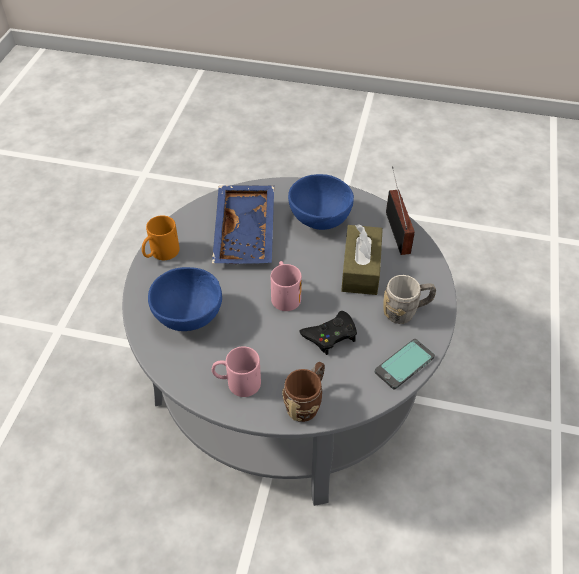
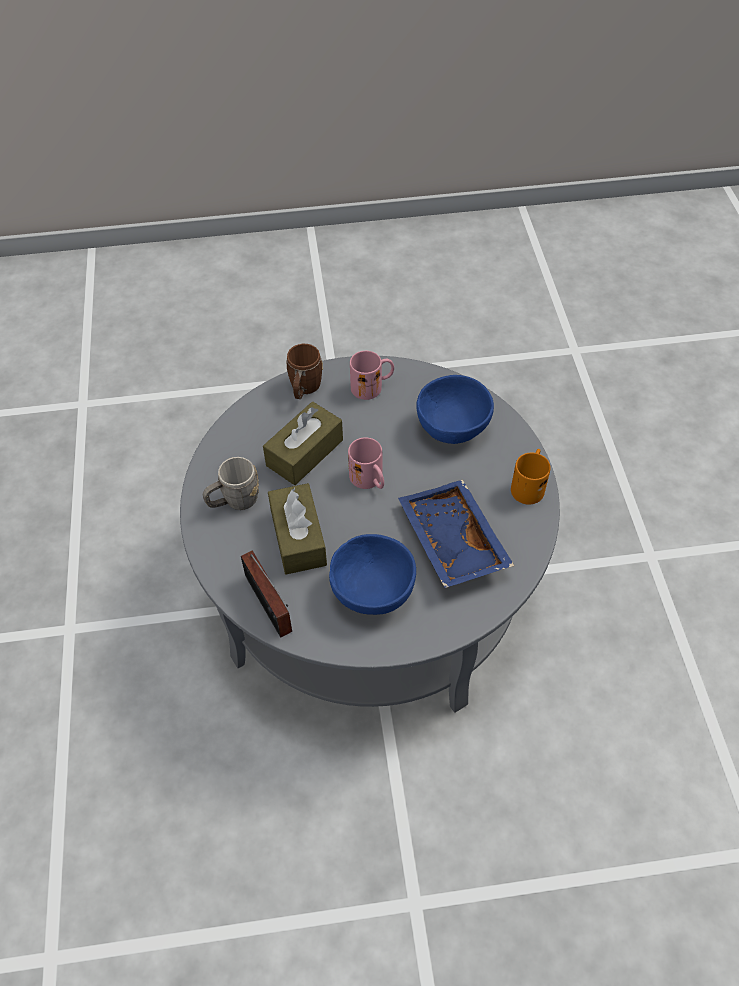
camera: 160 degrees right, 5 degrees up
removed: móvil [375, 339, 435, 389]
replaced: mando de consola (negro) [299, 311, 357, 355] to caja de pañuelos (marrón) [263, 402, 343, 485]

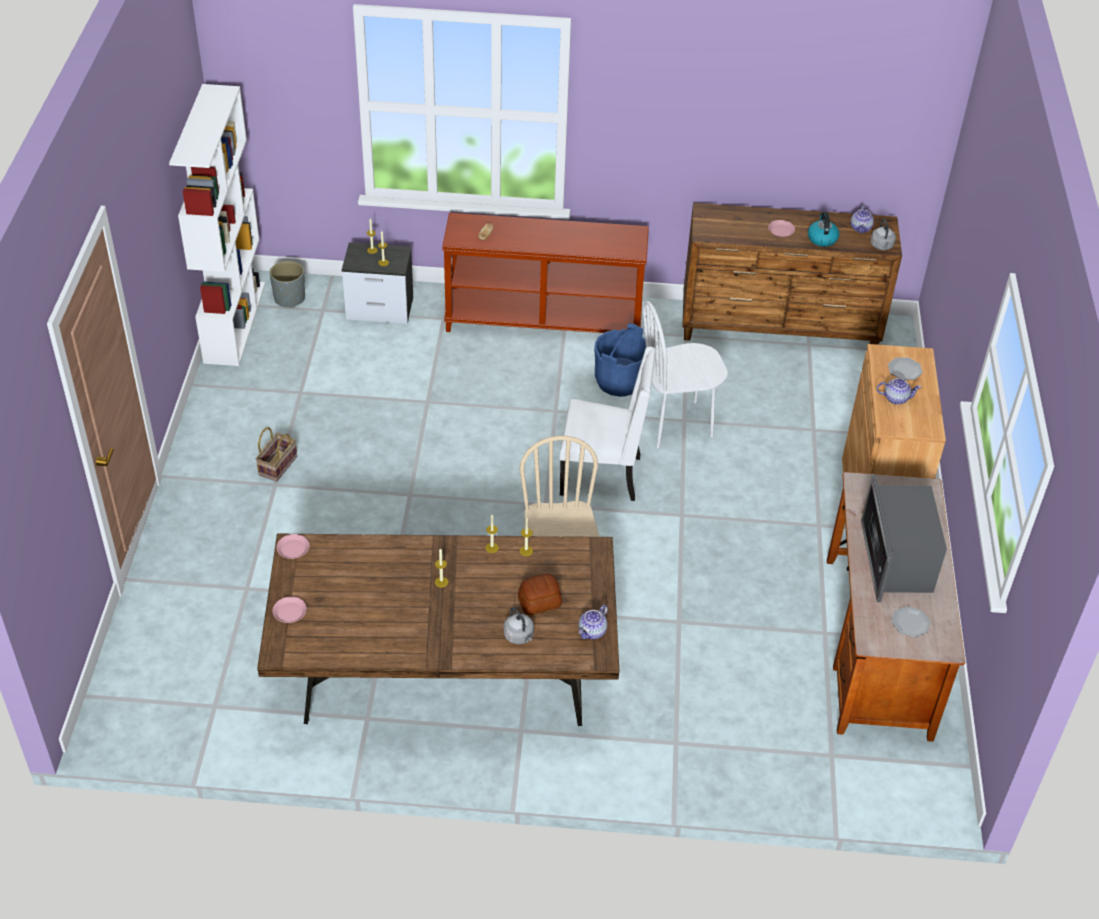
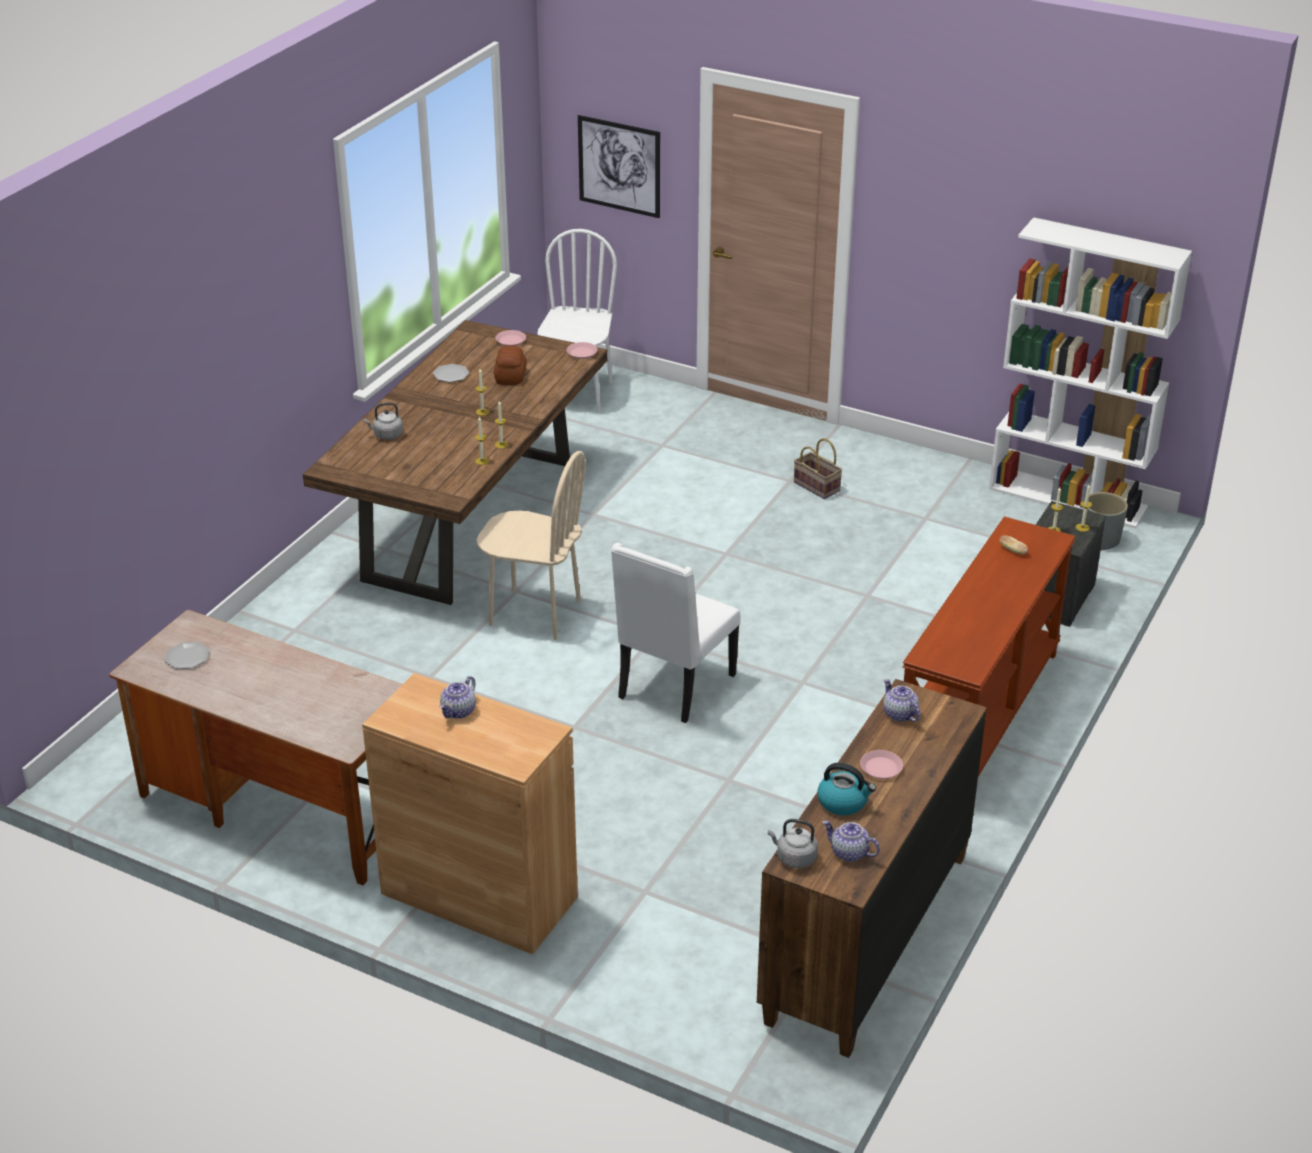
camera: 115 degrees right, 10 degrees down
removed: cubo (azul) [594, 323, 646, 397]; microondas [861, 474, 947, 602]
added: cuadro [578, 115, 660, 218]
moved: pan [518, 574, 562, 615] to [494, 345, 527, 385]; tetera [578, 605, 608, 639] to [883, 679, 921, 722]; silla (blanco) [642, 301, 728, 448] to [537, 229, 617, 412]; plato [888, 358, 923, 380] to [433, 364, 469, 382]

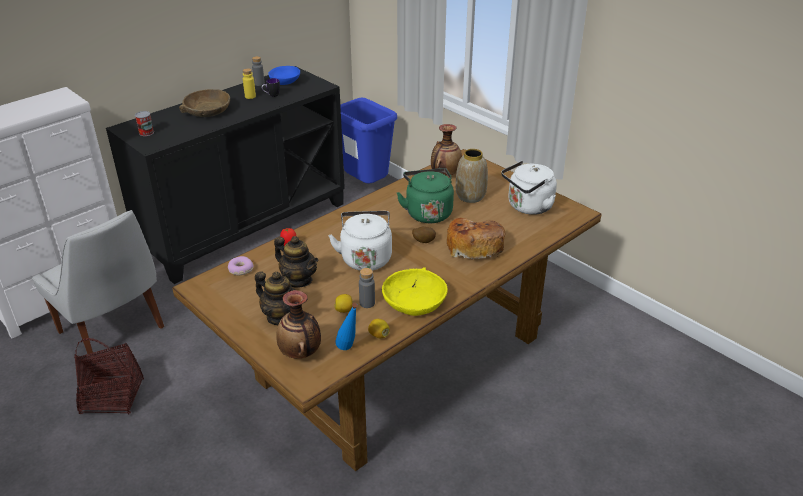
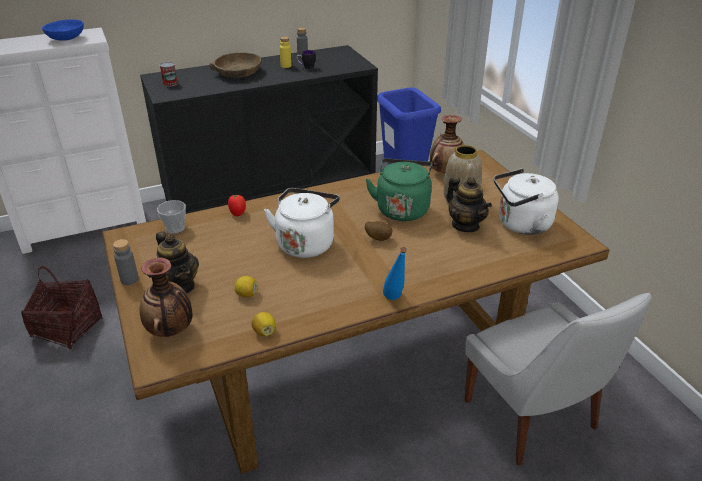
camera: 20 degrees right, 0 degrees up
removed: cuenco (amarillo) [382, 267, 448, 316]; pan [447, 217, 506, 260]
moved: silla (blanco) [32, 210, 164, 364] to [464, 293, 652, 465]; cuenco (azul) [268, 66, 300, 85] to [42, 19, 84, 41]; tetera [274, 236, 318, 288] to [447, 176, 492, 232]; botella (azul) [335, 303, 358, 350] to [383, 247, 407, 300]; botella (gris) [359, 268, 375, 308] to [113, 239, 139, 285]
replaced: rosquilla [228, 256, 254, 275] to taza [157, 200, 186, 234]

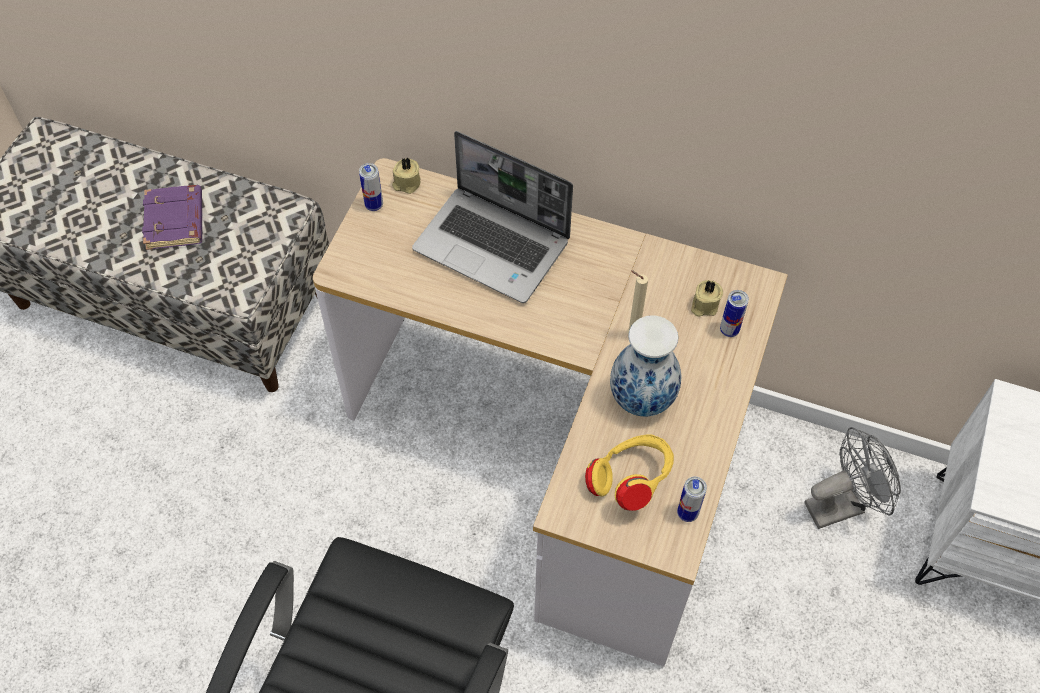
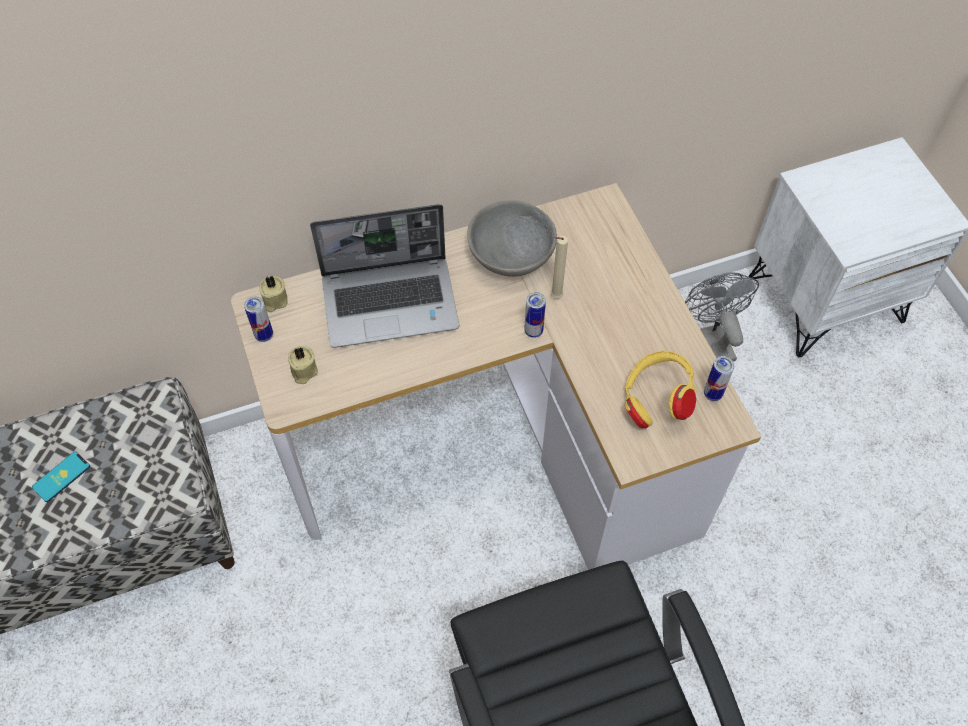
camera: 40 degrees left, 0 degrees up
removed: florero [610, 315, 682, 416]
added: cuenco (gris) [467, 200, 557, 277]
moved: vela (beis) [691, 280, 723, 317] to [288, 346, 318, 384]; lata [720, 290, 749, 337] to [524, 292, 546, 338]
replaced: libro (morado) [142, 185, 202, 250] to móvil [32, 452, 90, 502]
turned: ventilador (gris) [804, 427, 901, 529] = [685, 272, 759, 362] 45 degrees counterclockwise

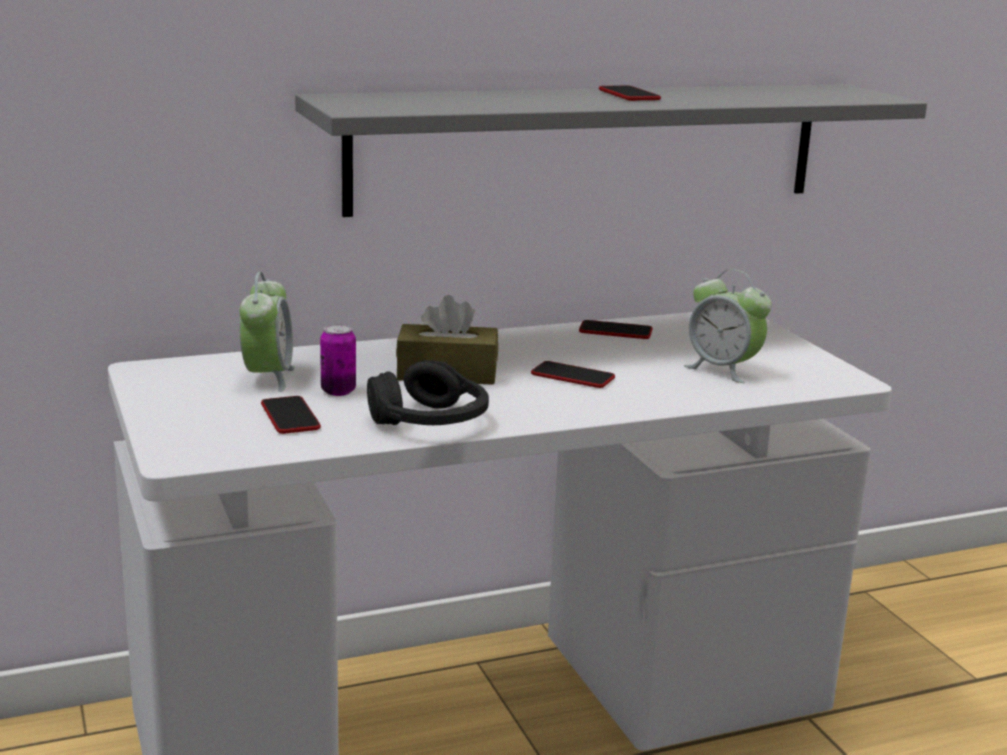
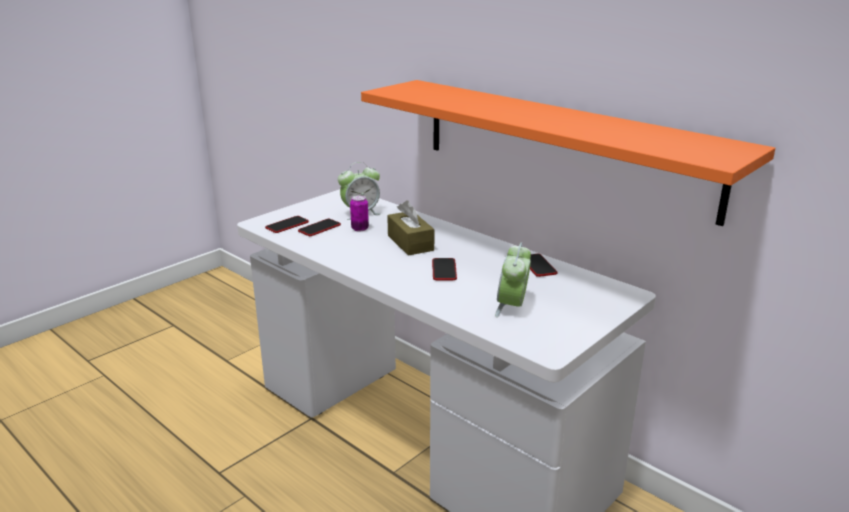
camera: 65 degrees right, 5 degrees up
removed: auriculares (negro) [367, 360, 489, 425]
moved: móvil [599, 86, 661, 101] to [265, 216, 309, 233]
recoloured: estante (gris) [295, 84, 927, 217] to estante (naranja) [361, 80, 775, 226]

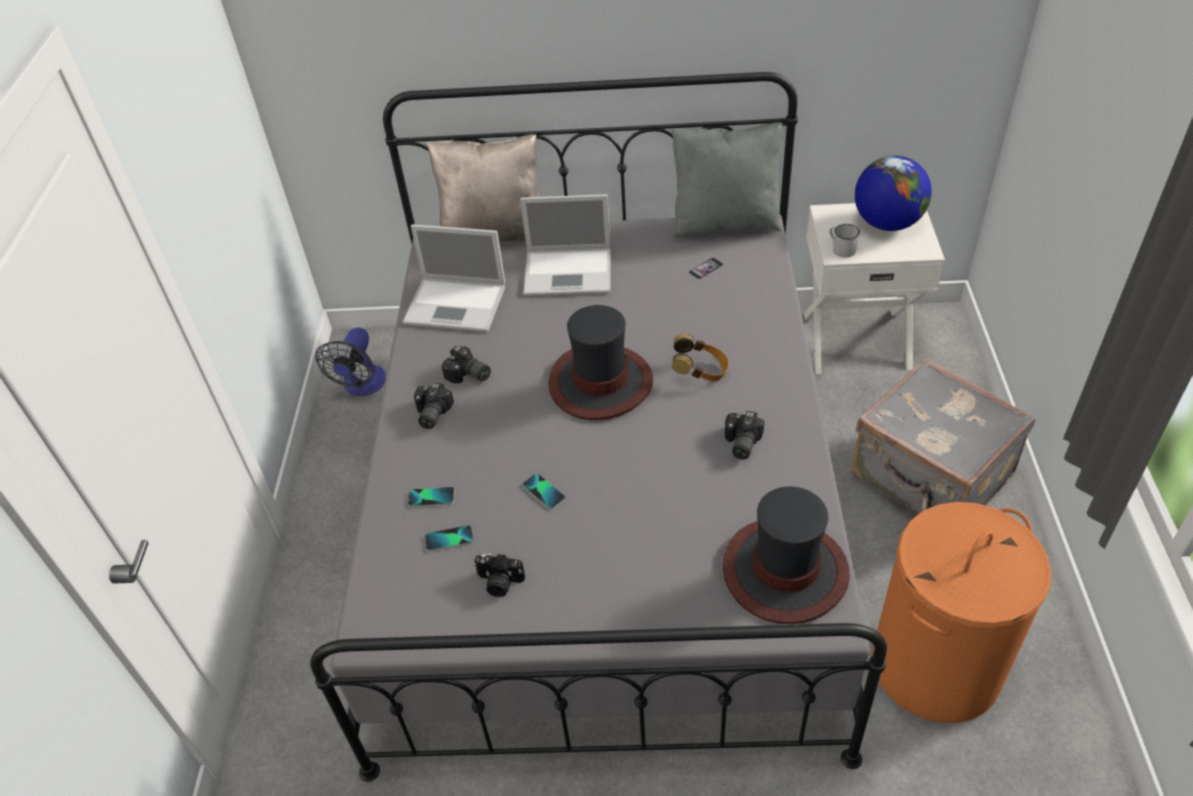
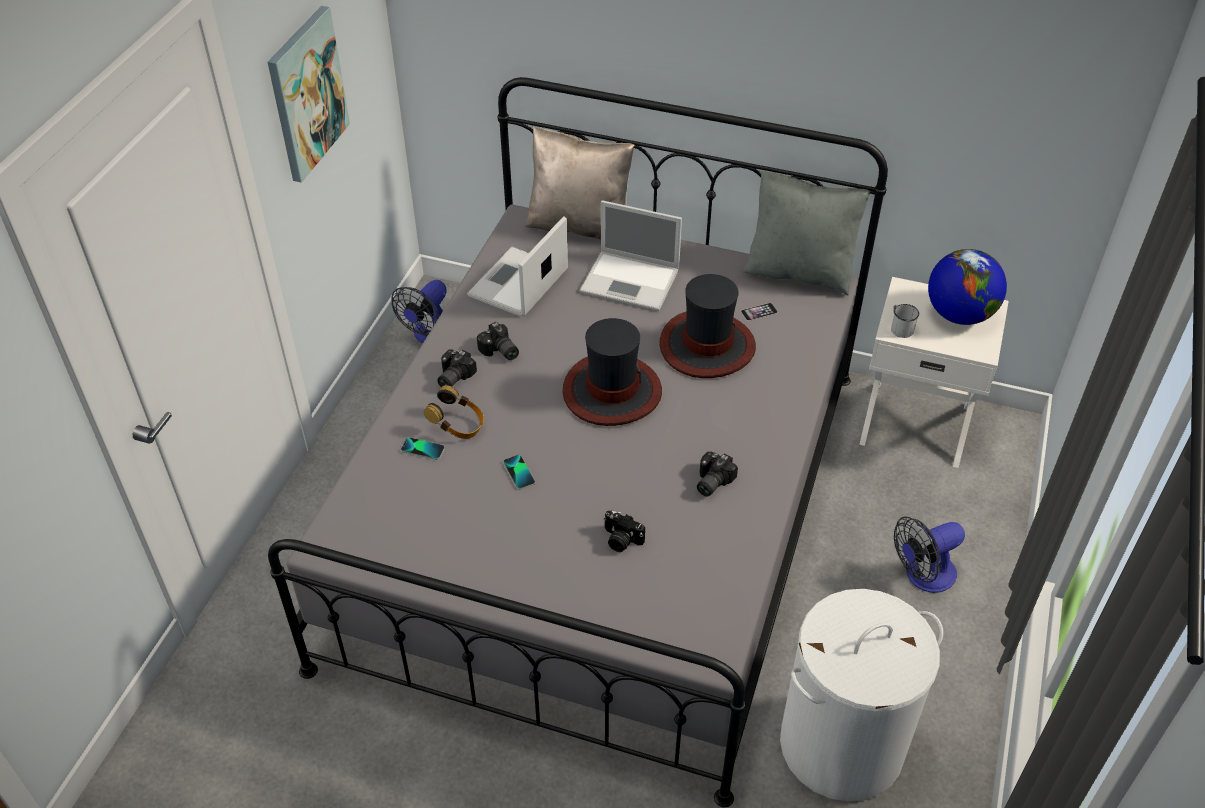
camera: 15 degrees right, 0 degrees up
removed: móvil [425, 525, 473, 552]
added: cuadro [268, 6, 350, 183]
moved: cámara [474, 553, 525, 597] to [603, 511, 645, 552]; auriculares [672, 334, 729, 381] to [424, 385, 484, 439]; sombrero [723, 486, 850, 624] to [659, 274, 756, 378]
replaced: maleta (gris) [851, 358, 1035, 514] to ventilador [894, 516, 965, 593]
recoloured: cesto de la ropa (naranja) [872, 502, 1052, 723] to cesto de la ropa (blanco) [780, 589, 943, 801]
turned: portátil [402, 224, 505, 332] = [467, 216, 568, 317] 90 degrees clockwise

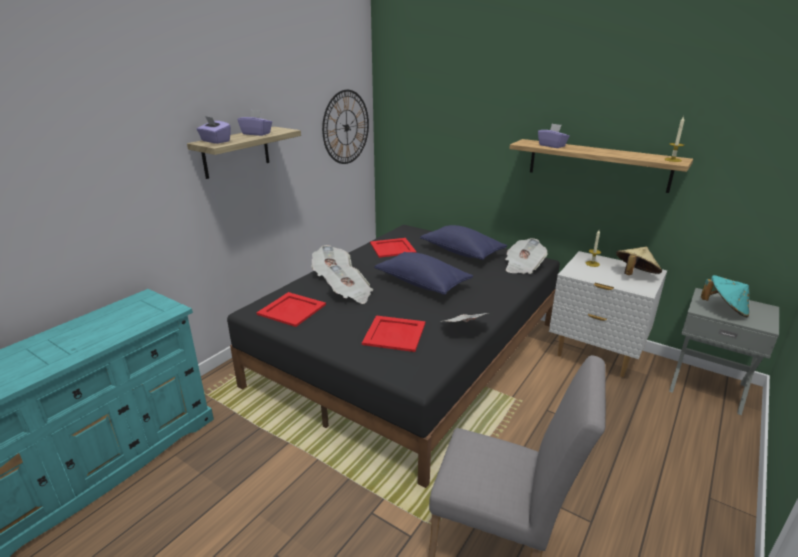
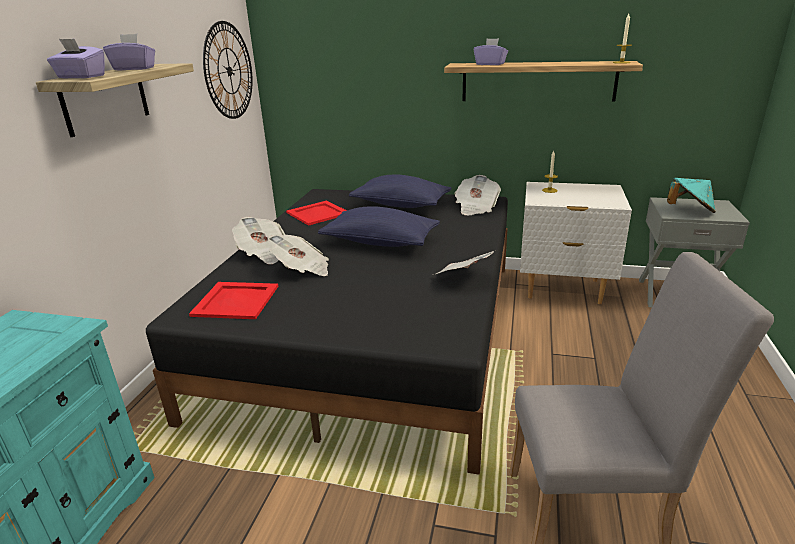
camera: 20 degrees left, 0 degrees up
removed: bandeja (rojo) [362, 315, 425, 352]; sombrero (beis) [616, 247, 662, 275]

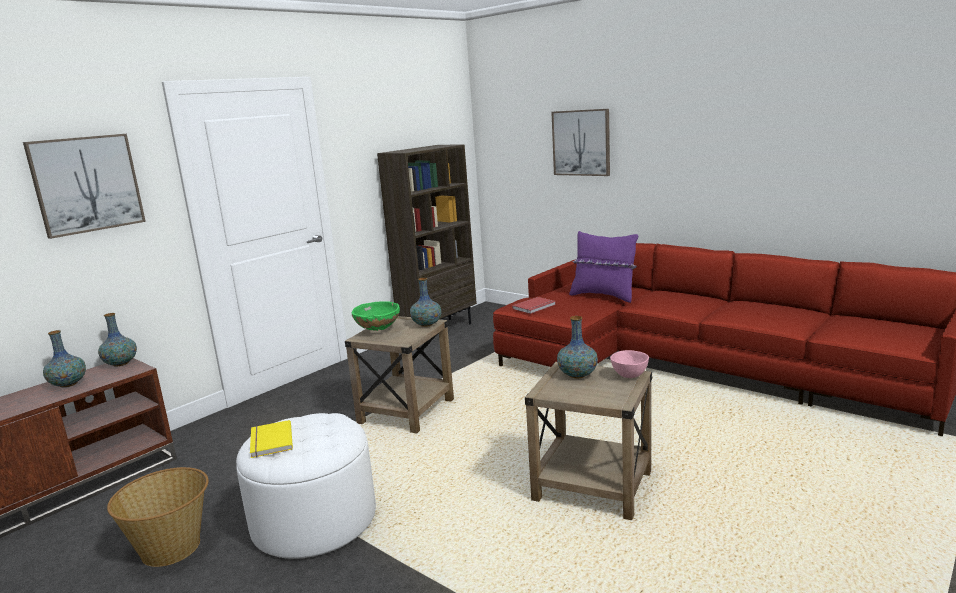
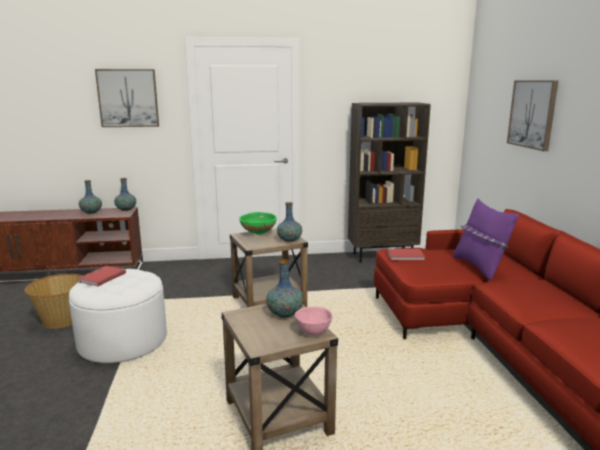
camera: 40 degrees right, 0 degrees up
recoloured: libro (amarillo) [250, 420, 293, 458] to libro (rojo) [77, 266, 126, 286]

